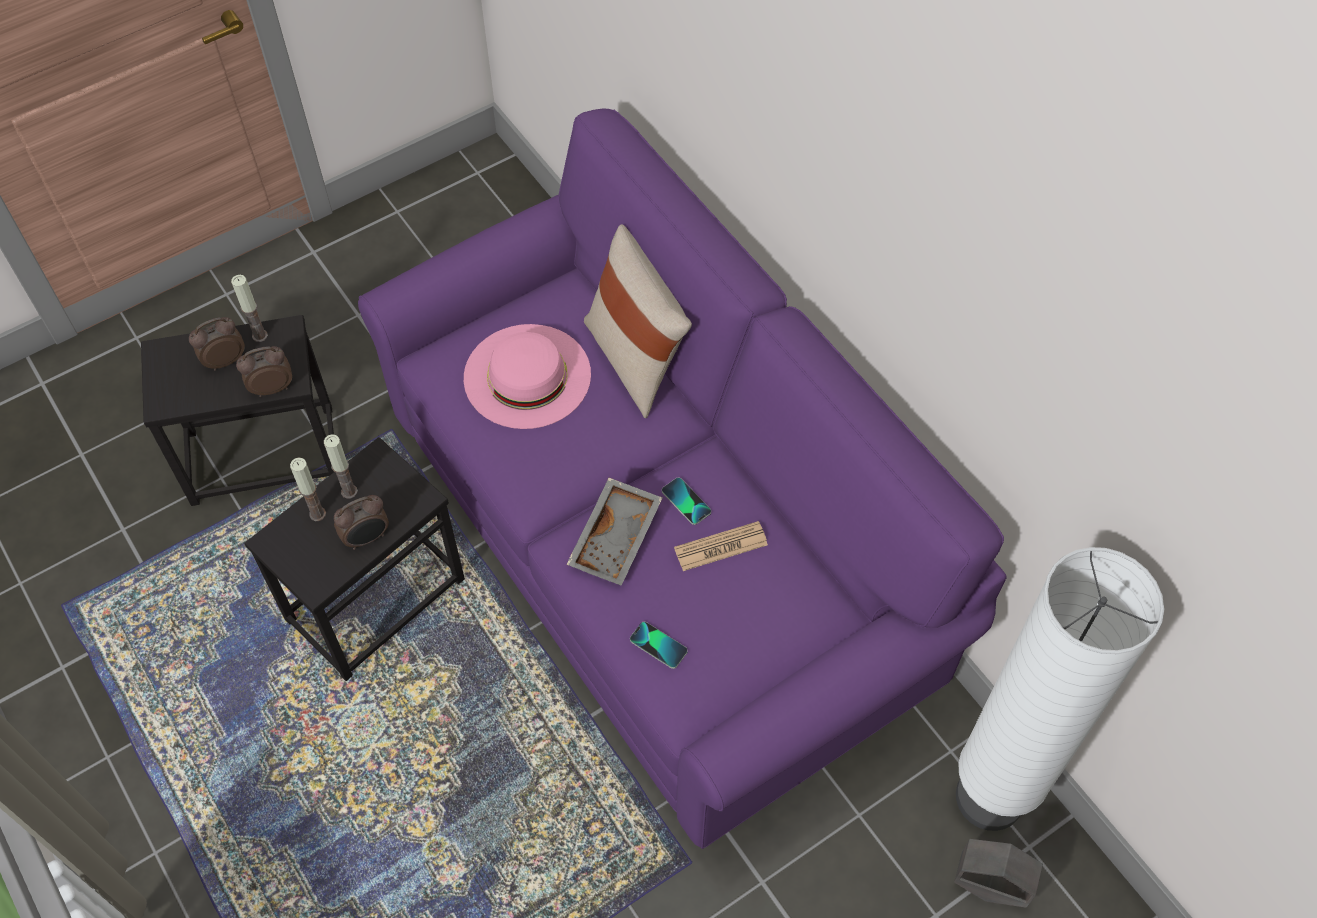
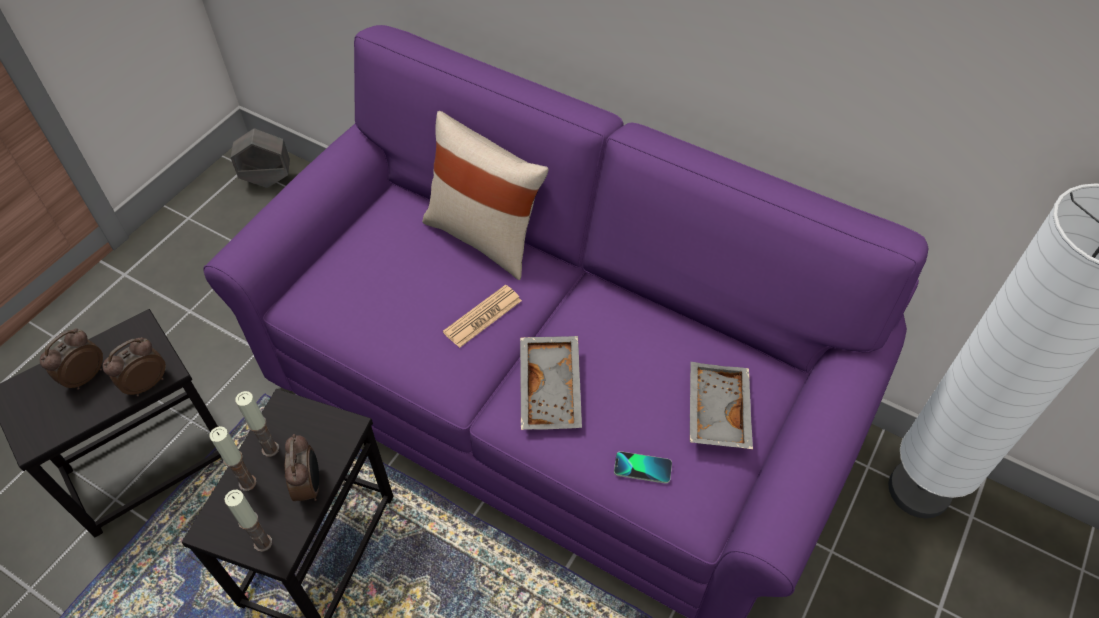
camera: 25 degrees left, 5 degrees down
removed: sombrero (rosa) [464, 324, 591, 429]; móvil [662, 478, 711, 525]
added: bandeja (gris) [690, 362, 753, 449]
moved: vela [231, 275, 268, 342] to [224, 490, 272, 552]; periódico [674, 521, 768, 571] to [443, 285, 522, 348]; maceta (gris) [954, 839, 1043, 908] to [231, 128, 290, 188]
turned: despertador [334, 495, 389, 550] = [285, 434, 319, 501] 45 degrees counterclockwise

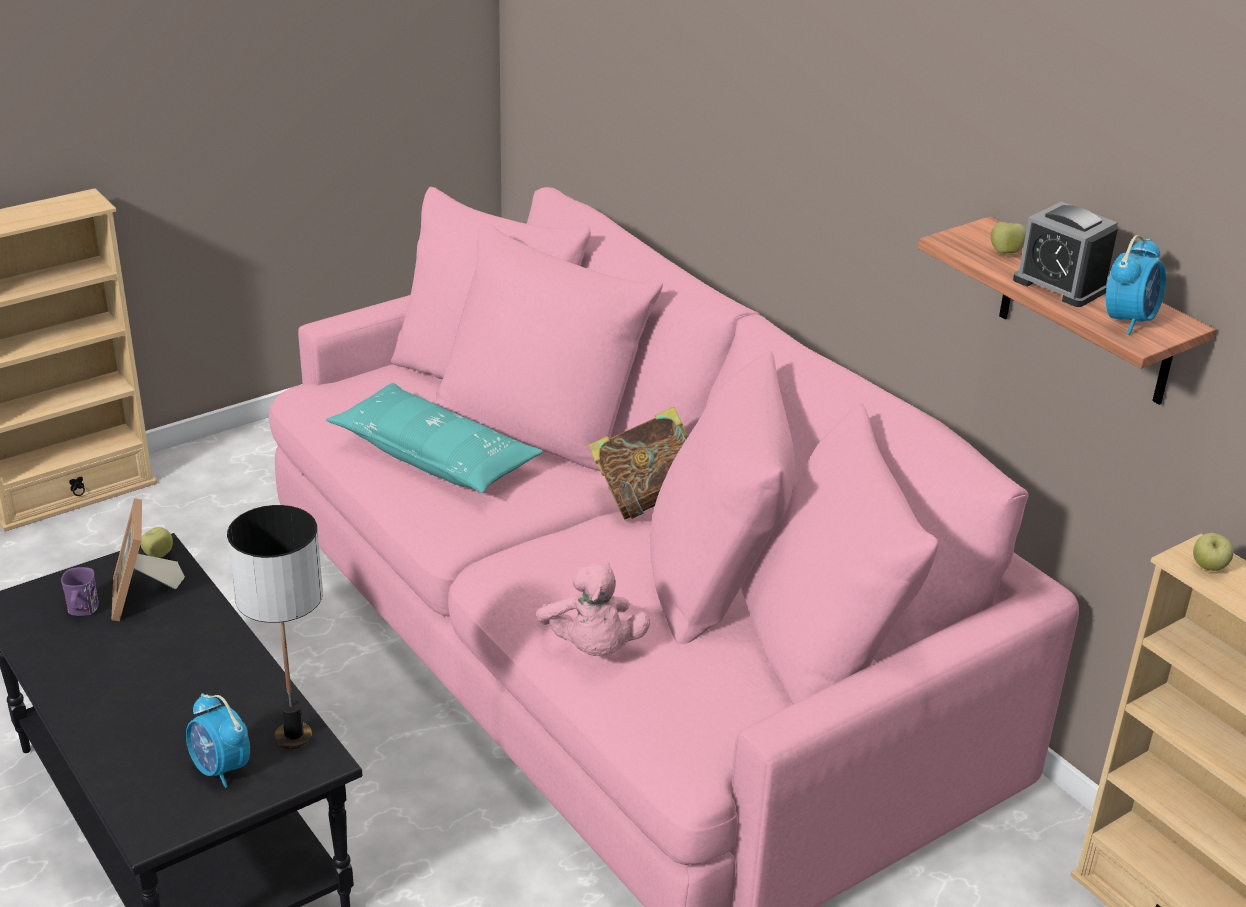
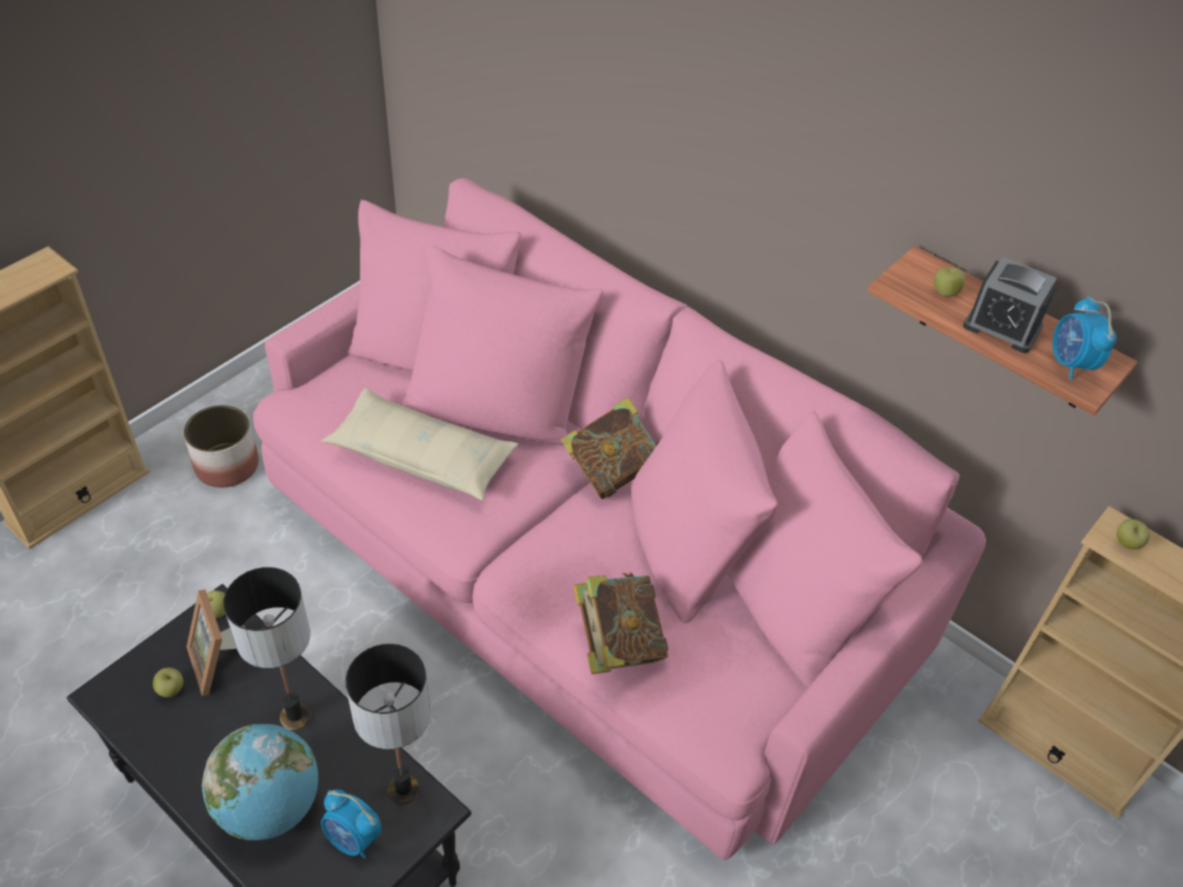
camera: 15 degrees left, 15 degrees up
added: maceta [184, 405, 259, 488]; globo terráqueo [202, 724, 318, 841]; lámpara de mesa [223, 567, 311, 730]
replaced: taza grande (morado) [61, 567, 99, 616] to manzana [153, 668, 183, 697]; peluche (rosa) [536, 562, 650, 656] to libro [573, 572, 668, 674]
recoloured: cojín (turquesa) [326, 383, 543, 493] to cojín (beis) [321, 387, 518, 501]
turned: despertador [1106, 235, 1166, 335] = [1052, 296, 1117, 380] 150 degrees clockwise

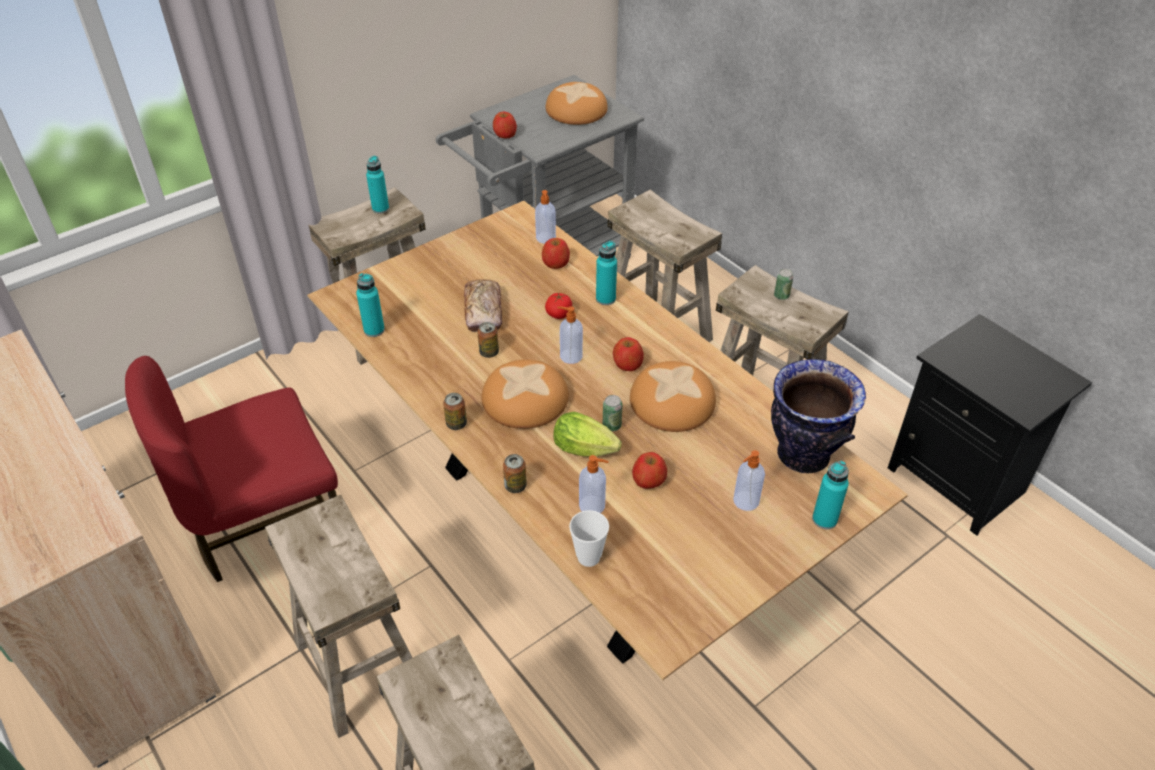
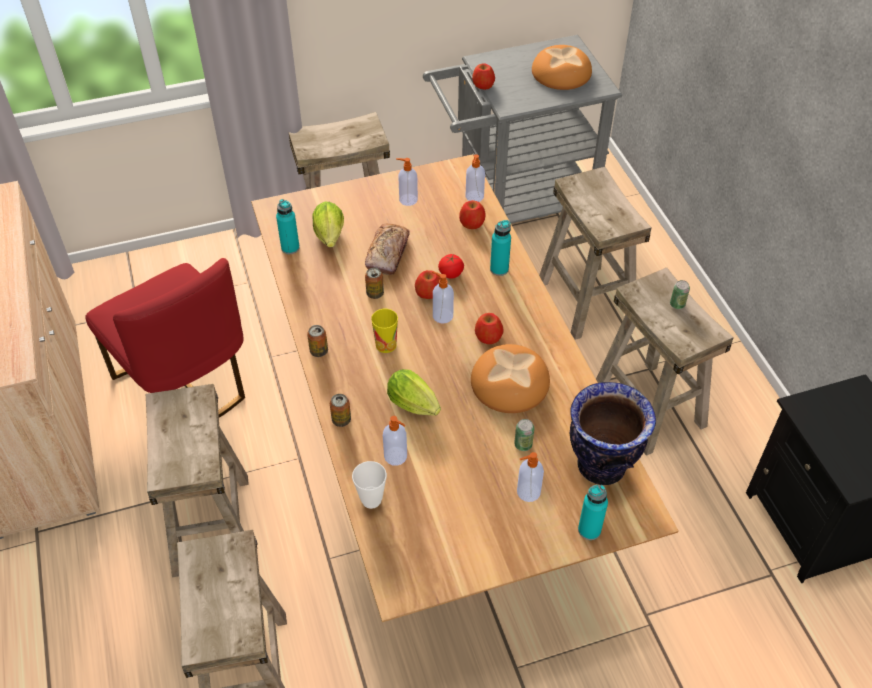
camera: 20 degrees right, 5 degrees up
removed: botella (turquesa) [366, 156, 389, 214]
added: lechuga [312, 202, 344, 248]; dispensador de jabón [396, 158, 418, 206]
moved: lata [603, 395, 622, 431] to [514, 419, 534, 451]; manzana [632, 452, 667, 489] to [415, 270, 440, 299]
replaced: pan [481, 359, 569, 429] to taza [371, 309, 398, 353]
turned: silla (rojo) [125, 356, 338, 582] = [85, 258, 245, 418] 120 degrees counterclockwise

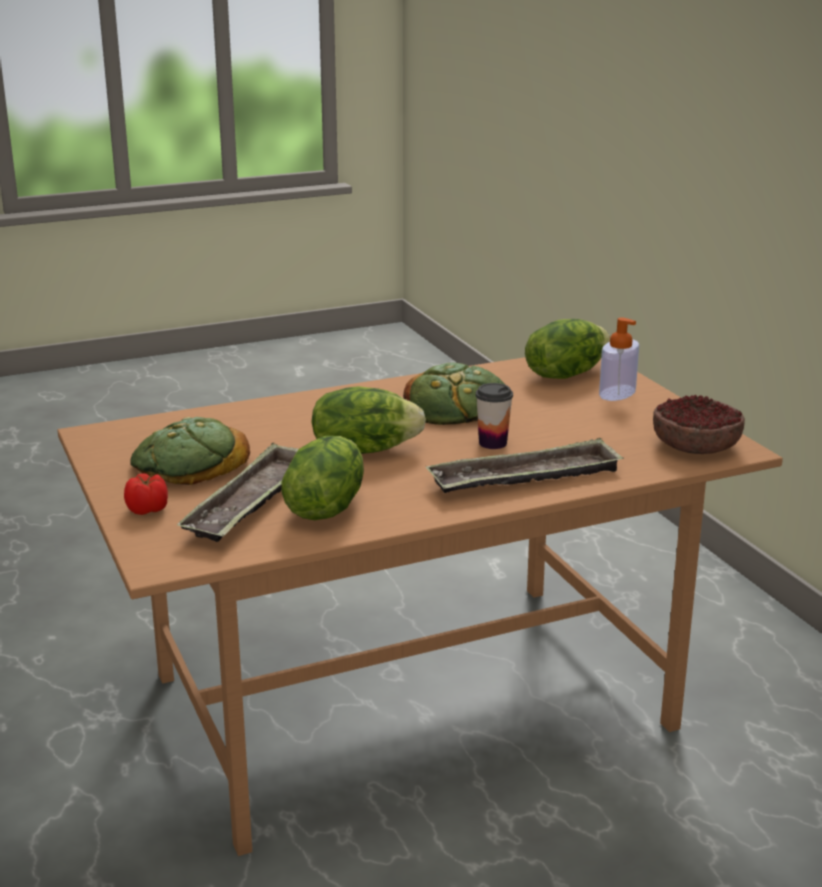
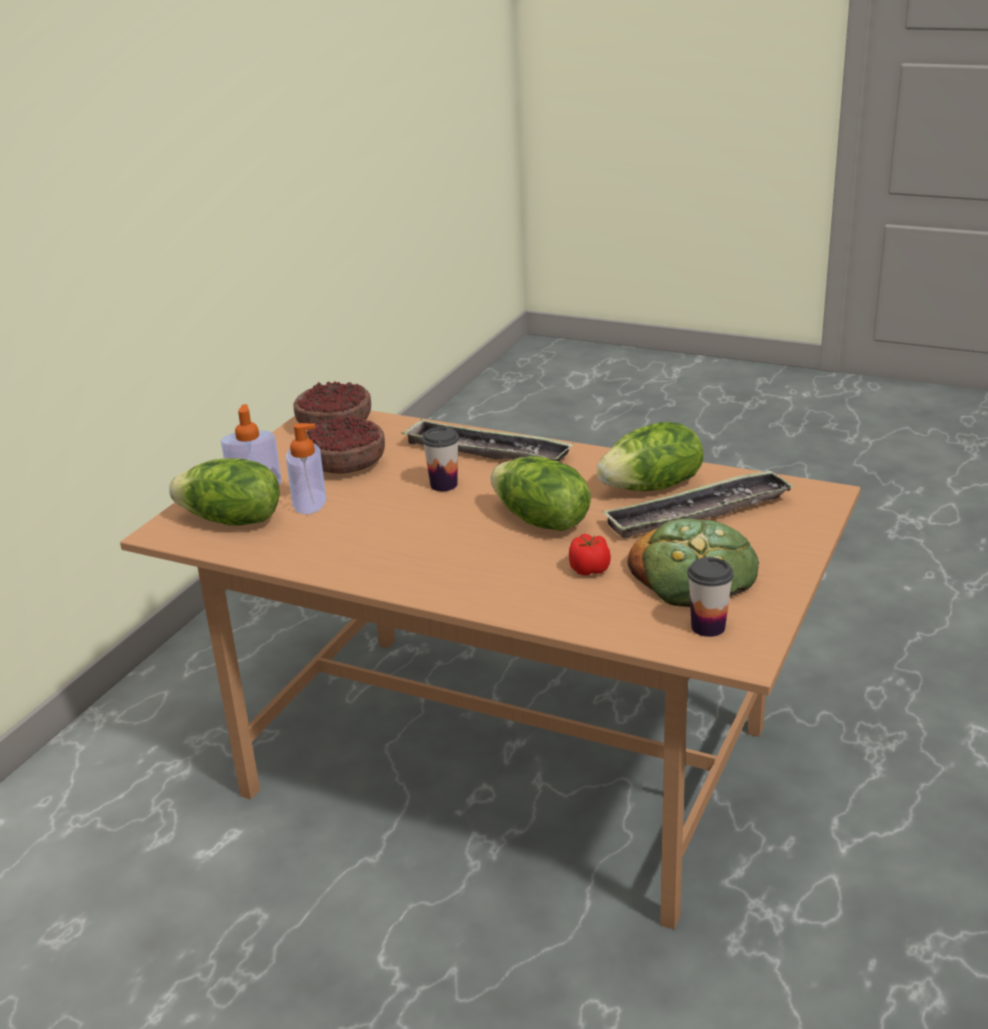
camera: 130 degrees left, 5 degrees up
removed: pan [403, 363, 504, 425]
added: dispensador de jabón [286, 423, 326, 514]; cuenco [306, 415, 385, 474]; taza [687, 557, 734, 637]
moved: tomate [124, 473, 168, 515] to [569, 534, 611, 575]

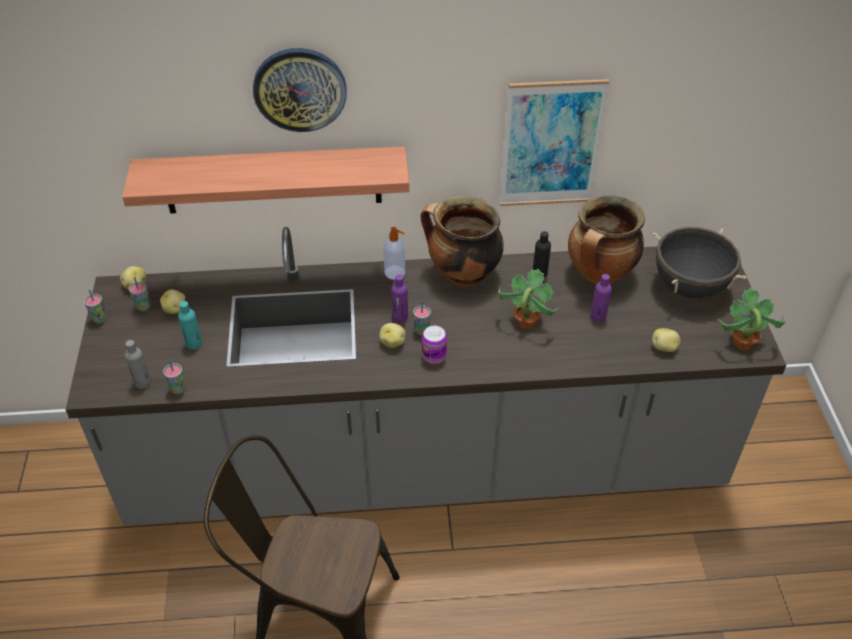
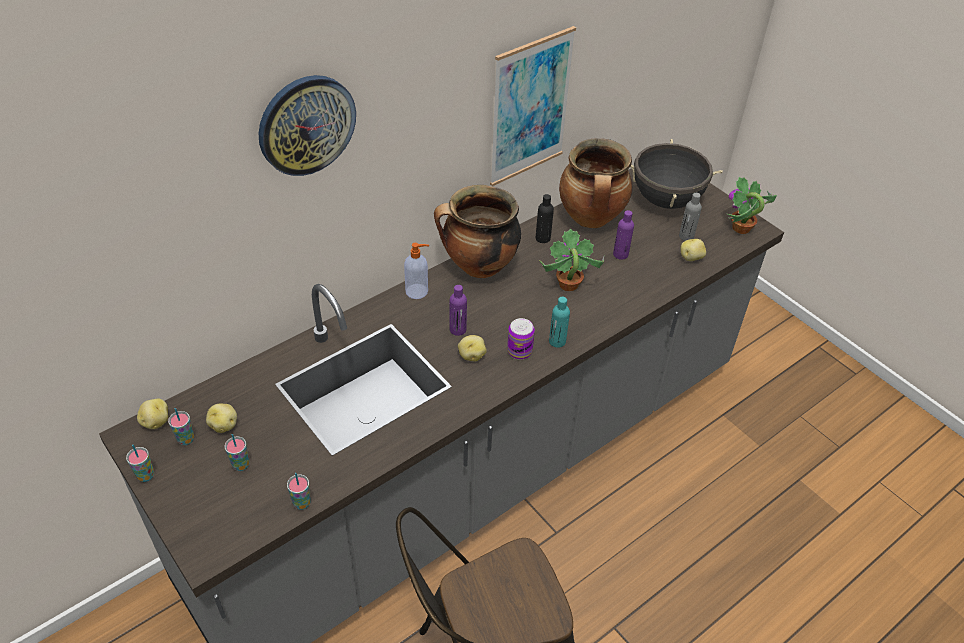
camera: 35 degrees left, 0 degrees up
removed: estante [122, 146, 409, 214]
moved: botella (gris) [125, 340, 151, 389] to [679, 193, 702, 241]; botella (turquesa) [178, 301, 202, 350] to [549, 297, 570, 348]; taza [413, 301, 431, 335] to [225, 434, 249, 471]

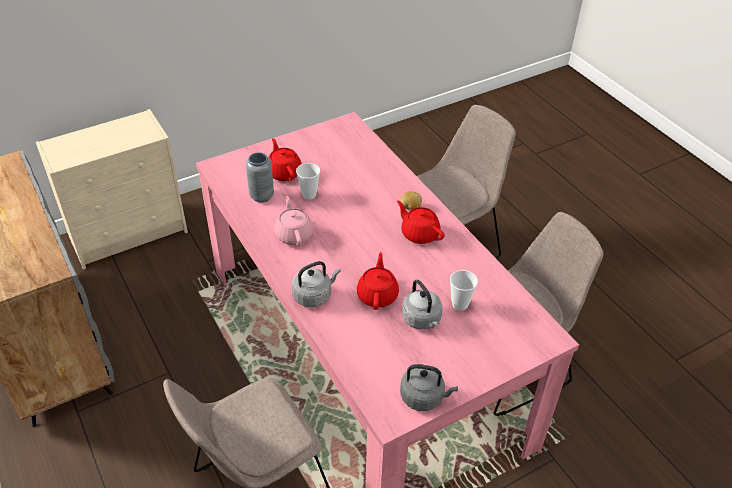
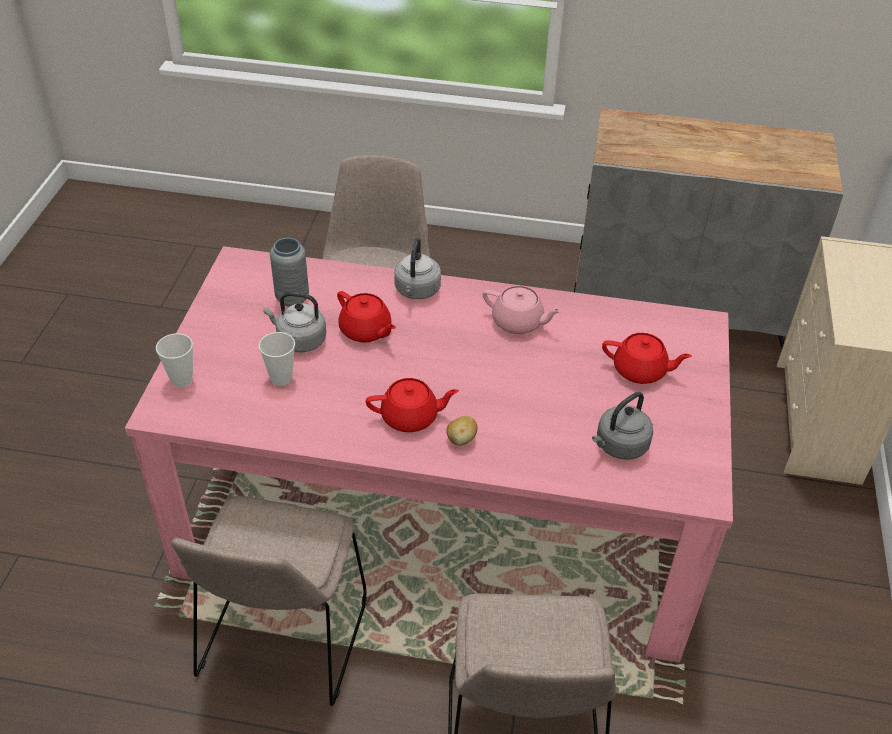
camera: 130 degrees right, 0 degrees up
moved: florero (gris) [246, 152, 274, 203] to [270, 238, 309, 307]; taza [296, 163, 320, 200] to [156, 333, 193, 387]; hervidor (gris) [400, 364, 458, 411] to [592, 392, 653, 460]

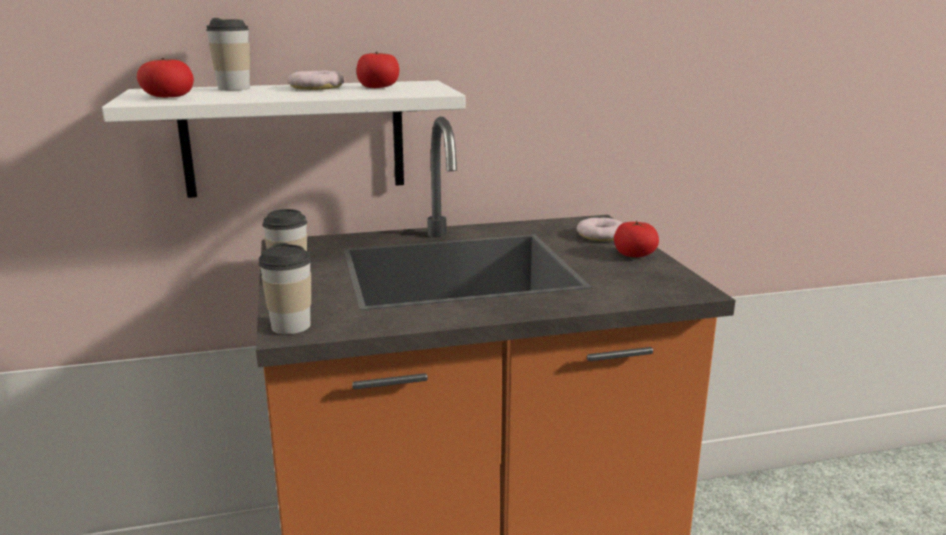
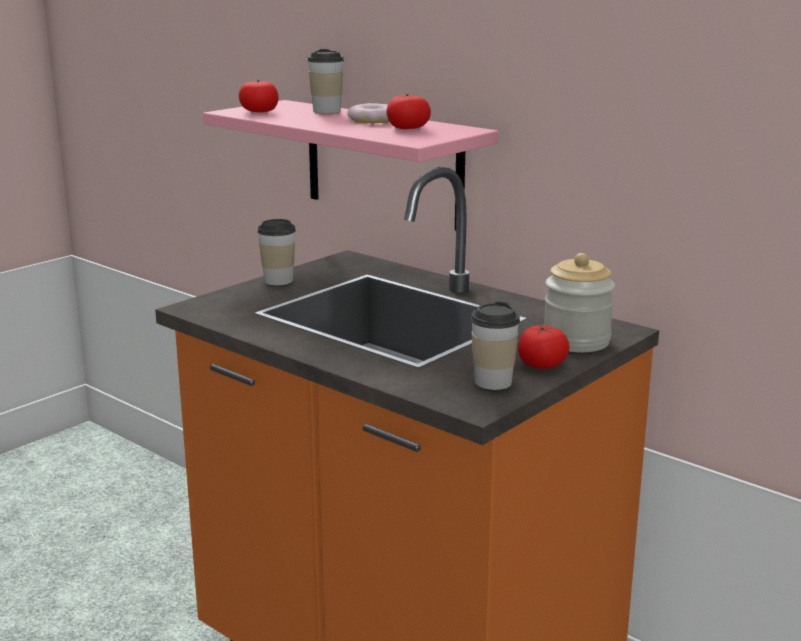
camera: 55 degrees right, 0 degrees up
moved: taza [259, 243, 311, 334] to [471, 302, 520, 390]
replaced: rosquilla [577, 218, 623, 241] to tarro [544, 253, 615, 352]
recoloured: estante (blanco) [102, 81, 465, 198] to estante (rosa) [203, 100, 499, 231]

